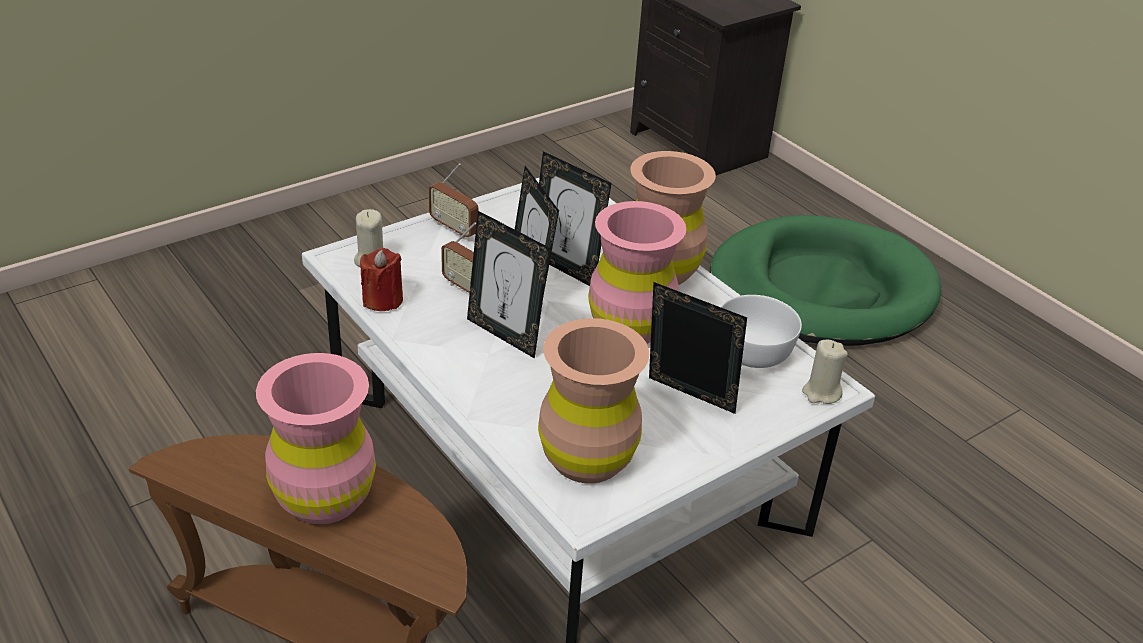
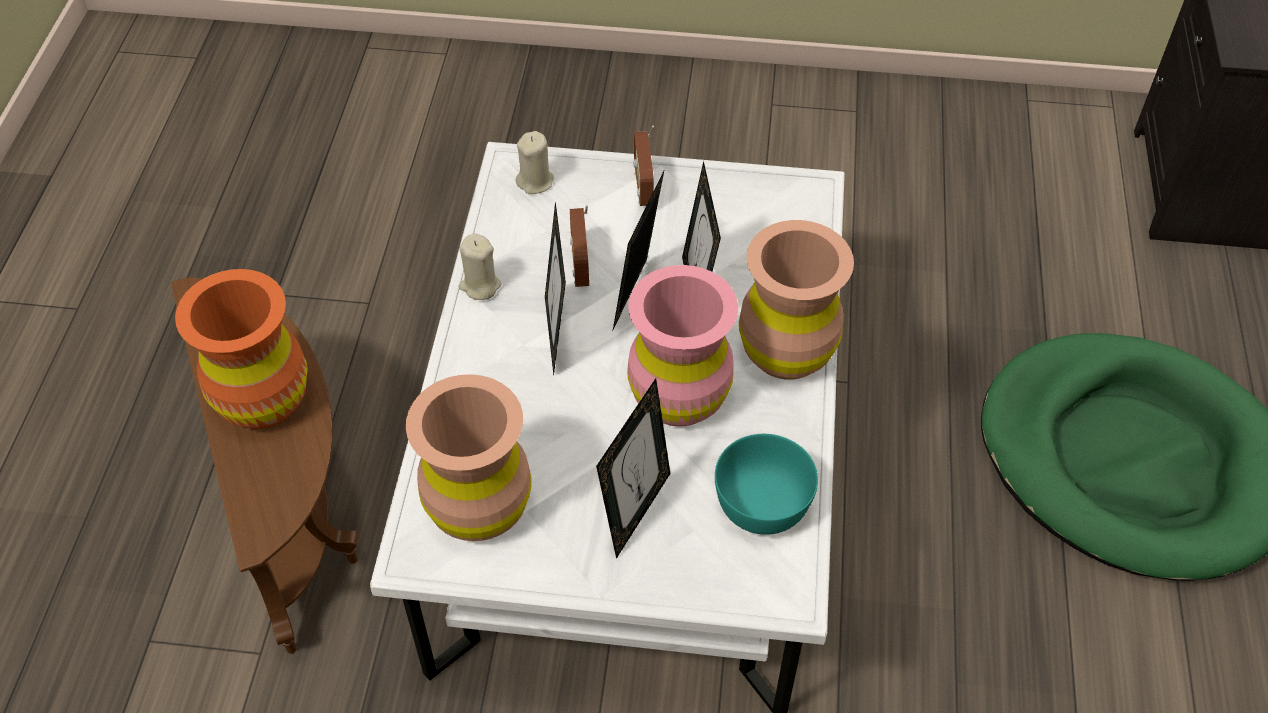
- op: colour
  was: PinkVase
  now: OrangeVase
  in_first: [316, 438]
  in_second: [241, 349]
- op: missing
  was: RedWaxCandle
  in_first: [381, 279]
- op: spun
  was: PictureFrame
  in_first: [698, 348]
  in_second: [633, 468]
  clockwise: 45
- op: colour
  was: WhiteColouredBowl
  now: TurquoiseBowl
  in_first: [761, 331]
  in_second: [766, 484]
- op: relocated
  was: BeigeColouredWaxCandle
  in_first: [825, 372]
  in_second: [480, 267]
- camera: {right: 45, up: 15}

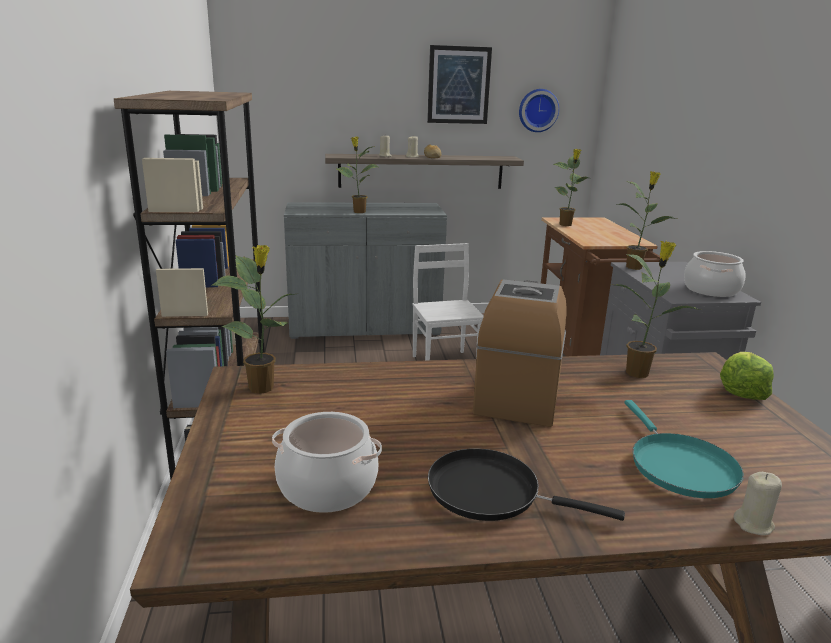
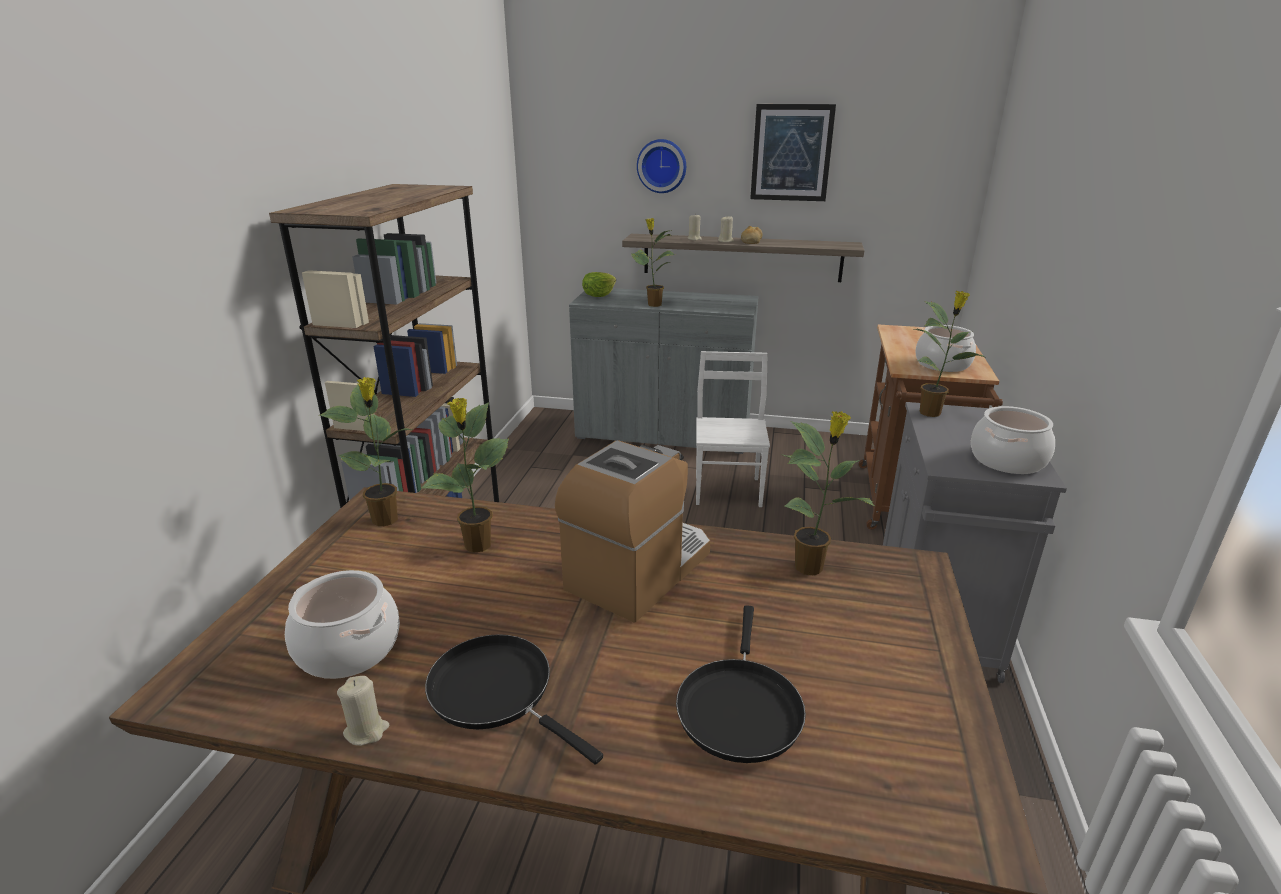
- op: relocated
  was: HangingClock
  in_first: [539, 110]
  in_second: [661, 166]
- op: relocated
  was: Houseplant
  in_first: [570, 187]
  in_second: [465, 475]
- op: colour
  was: TurquoiseFryingPan
  now: BlackFryingPan
  in_first: [684, 449]
  in_second: [741, 684]
- op: relocated
  was: Lettuce
  in_first: [747, 376]
  in_second: [599, 284]
- op: relocated
  was: BeigeColouredWaxCandle
  in_first: [758, 503]
  in_second: [363, 711]
- op: appeared
  now: Saucepot
  in_second: [945, 348]
- camera: {right: 20, up: 5}

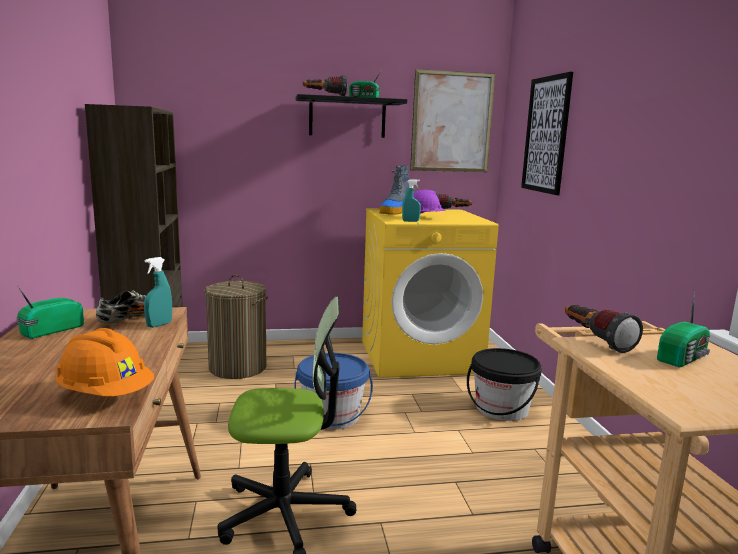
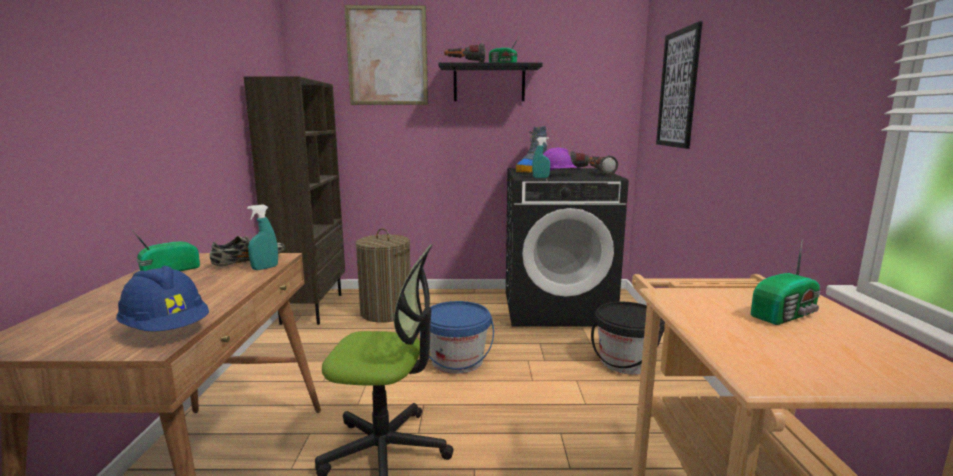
- op: colour
  was: OrangeHardHat
  now: BlueColouredHardHat
  in_first: [105, 362]
  in_second: [162, 299]
- op: colour
  was: YellowColouredWashingMachine
  now: BlackWashingMachine
  in_first: [430, 293]
  in_second: [567, 247]
- op: relocated
  was: WallArt
  in_first: [452, 120]
  in_second: [386, 55]
- op: relocated
  was: Flashlight
  in_first: [604, 329]
  in_second: [603, 165]
- camera: {right: 10, up: 0}

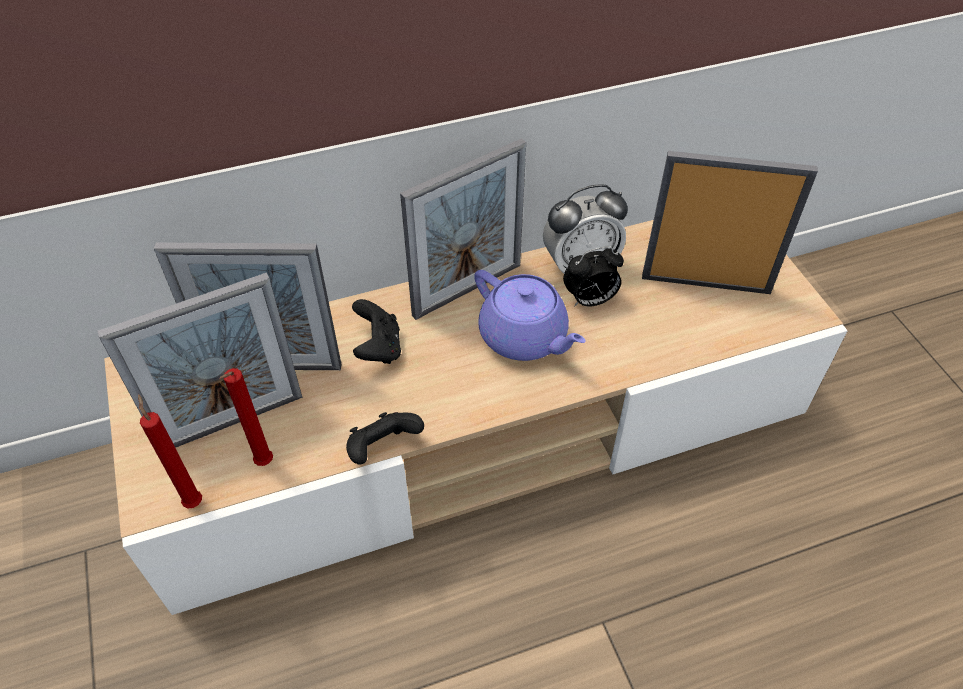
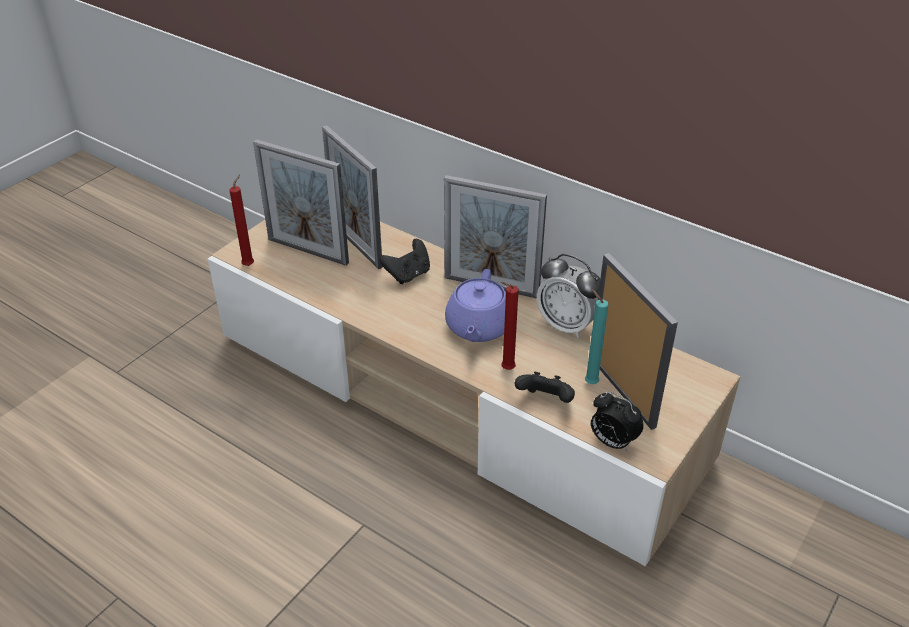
- op: relocated
  was: RedWaxCandle
  in_first: [246, 417]
  in_second: [510, 326]
- op: relocated
  was: BlackGameController
  in_first: [385, 438]
  in_second: [545, 387]
- op: relocated
  was: BedsideClock
  in_first: [593, 276]
  in_second: [617, 421]
- op: appeared
  now: TurquoiseWaxCandle
  in_second: [597, 336]
- camera: {right: 55, up: -10}

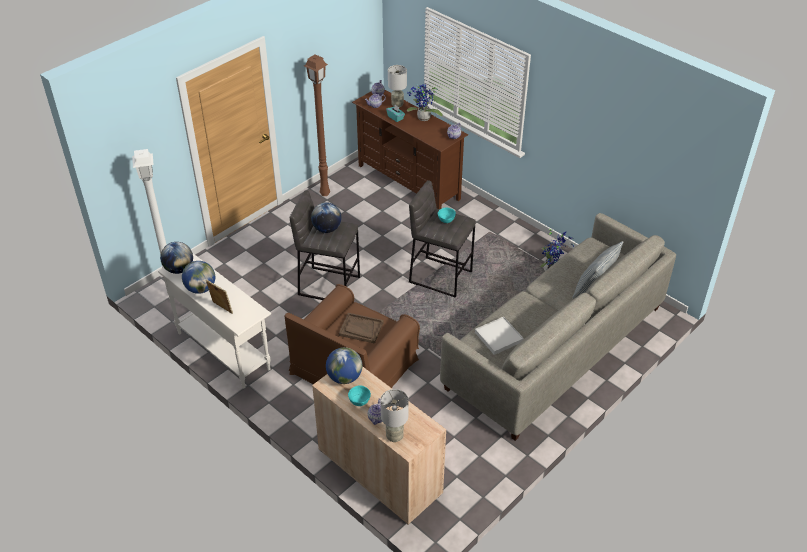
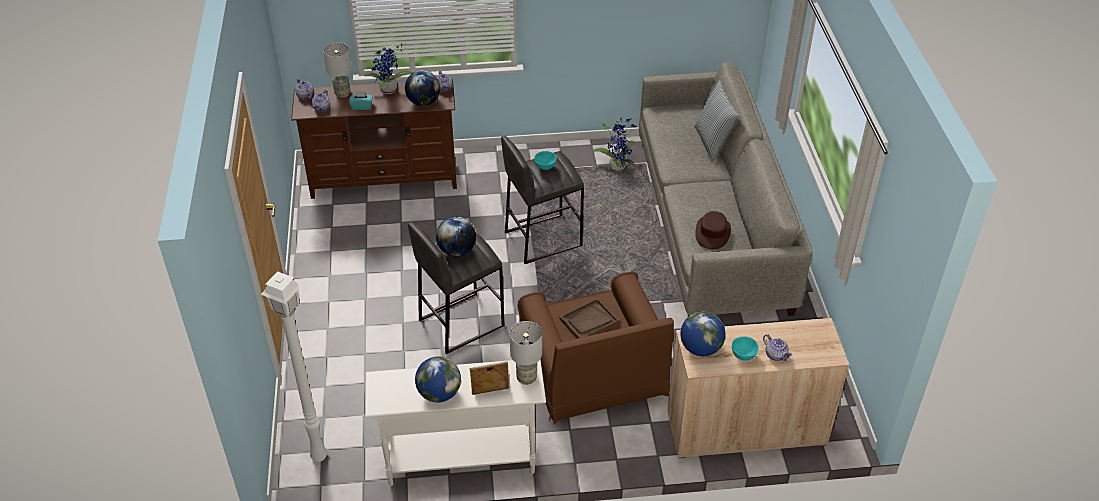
- op: relocated
  was: WorldGlobe
  in_first: [176, 258]
  in_second: [422, 88]
- op: missing
  was: BrownColouredStandardLamp
  in_first: [317, 125]
- op: relocated
  was: GrayTableLamp
  in_first: [394, 415]
  in_second: [525, 353]
- op: exchanged
  was: WhiteColouredTray
  now: BrownColouredWearableHat
  in_first: [499, 336]
  in_second: [713, 230]
- camera: {right: -50, up: 0}

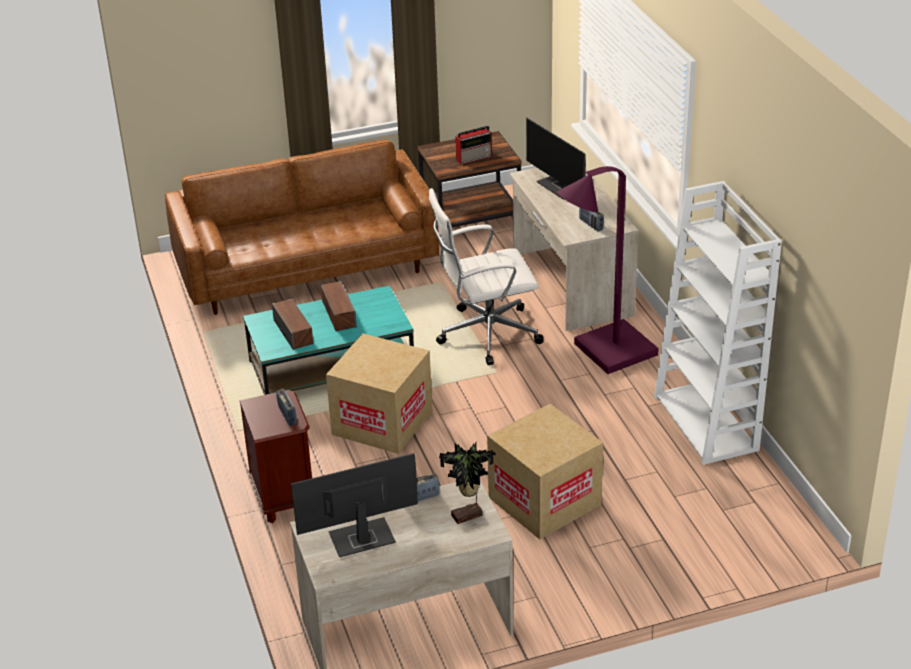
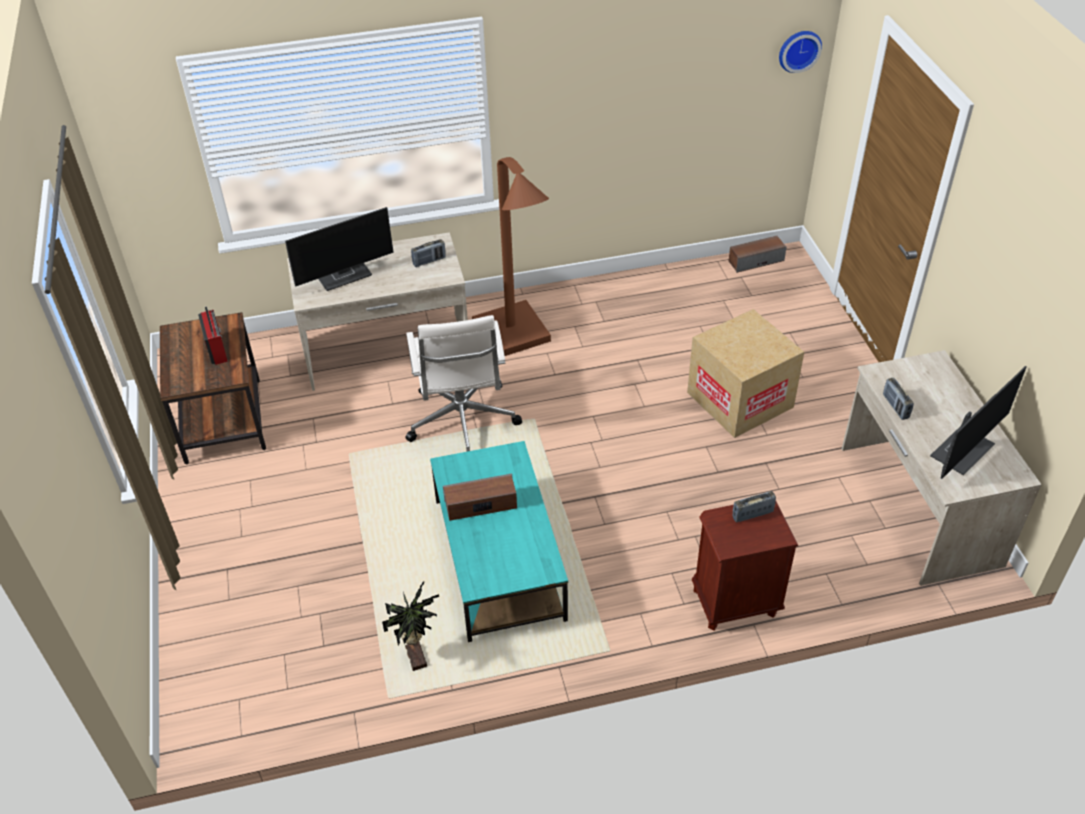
- op: missing
  was: BrownColouredSofa
  in_first: [302, 227]
- op: relocated
  was: AudioSpeaker
  in_first: [292, 324]
  in_second: [757, 254]
- op: spun
  was: ComputerScreen
  in_first: [354, 505]
  in_second: [978, 422]
  clockwise: -120
- op: missing
  was: PackingBox
  in_first: [379, 393]
- op: relocated
  was: Houseplant
  in_first: [467, 483]
  in_second: [410, 626]
- op: colour
  was: PurpleStandardLamp
  now: BrownColouredStandardLamp
  in_first: [608, 270]
  in_second: [511, 256]
- op: missing
  was: WhiteColouredBookshelf
  in_first: [718, 323]
- op: appeared
  now: HangingClock
  in_second: [800, 52]
- camera: {right: -85, up: 10}

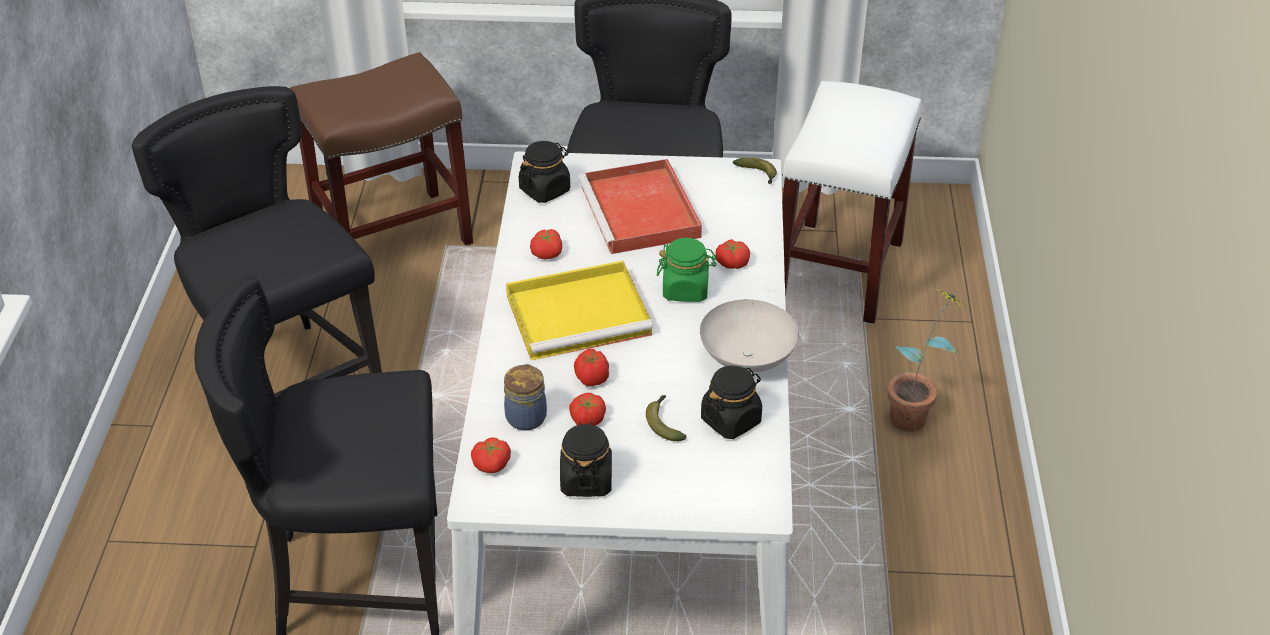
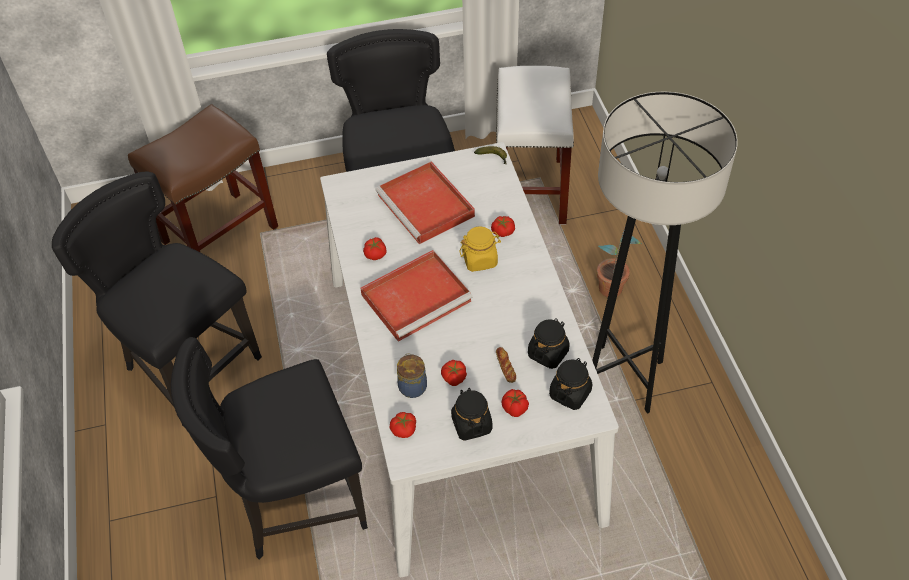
- op: colour
  was: YellowColouredTray
  now: RedTray
  in_first: [579, 310]
  in_second: [416, 296]
- op: relocated
  was: BlackStorageJar
  in_first: [544, 172]
  in_second: [570, 384]
- op: relocated
  was: FreshTomato
  in_first: [591, 368]
  in_second: [515, 403]
- op: exchanged
  was: Banana
  now: BakedBread
  in_first: [666, 418]
  in_second: [506, 365]
- op: colour
  was: GreenStorageJar
  now: YellowColouredStorageJar
  in_first: [687, 270]
  in_second: [480, 249]
- op: missing
  was: WhiteColouredBowl
  in_first: [749, 336]
- op: appeared
  now: GrayStandardLamp
  in_second: [665, 253]
- camera: {right: -15, up: 10}

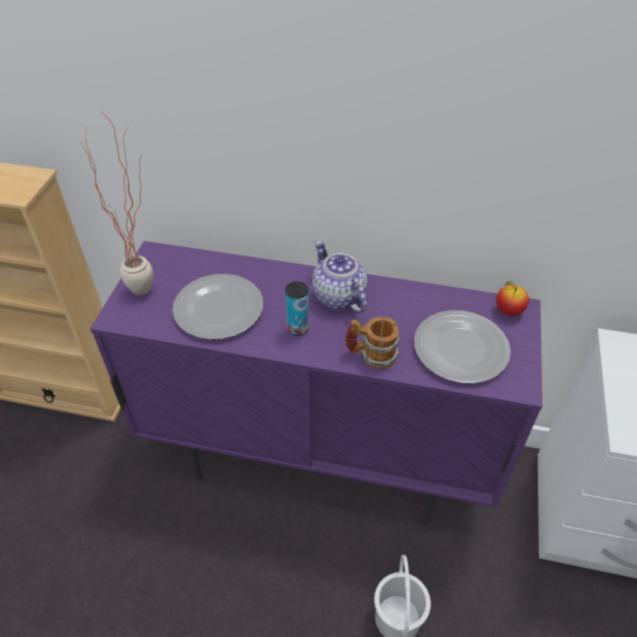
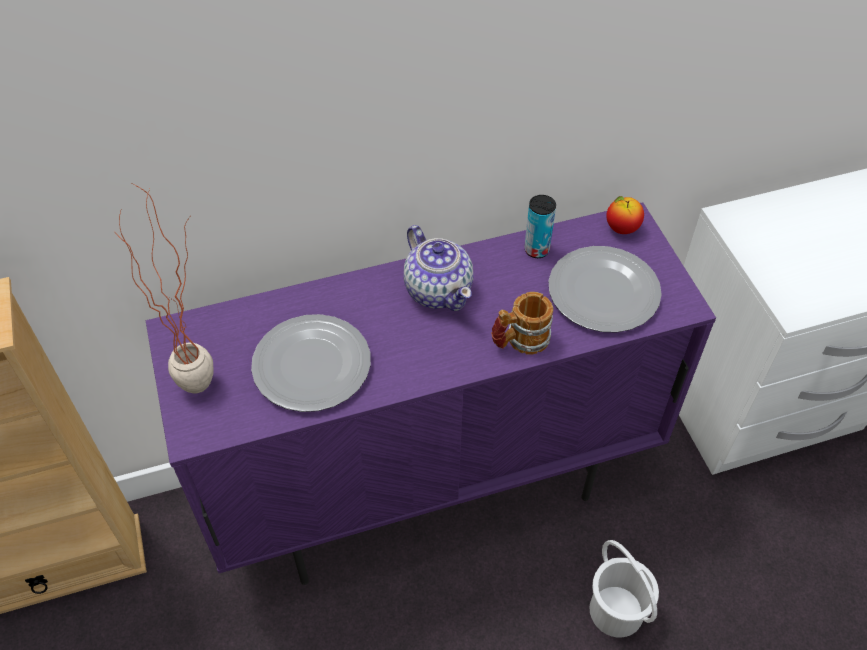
- op: relocated
  was: Can
  in_first: [297, 308]
  in_second: [540, 226]
- op: spun
  was: TeaPot
  in_first: [340, 277]
  in_second: [439, 268]
  clockwise: -150
- camera: {right: -30, up: 5}

